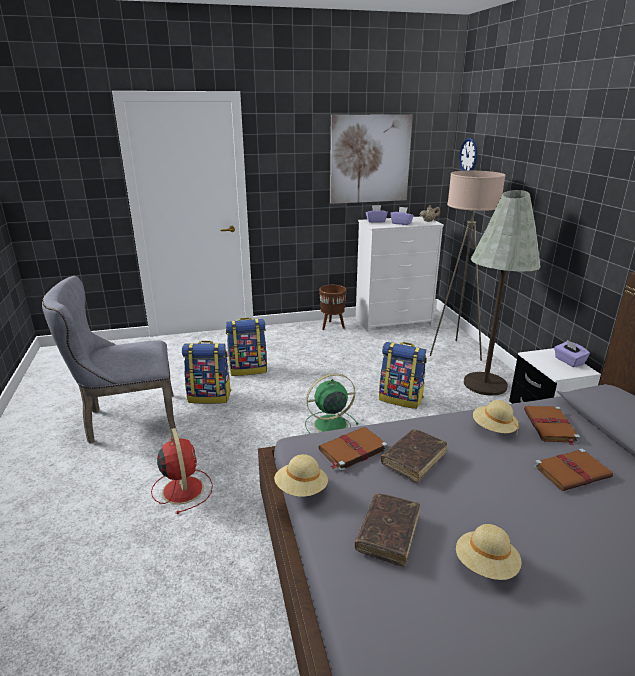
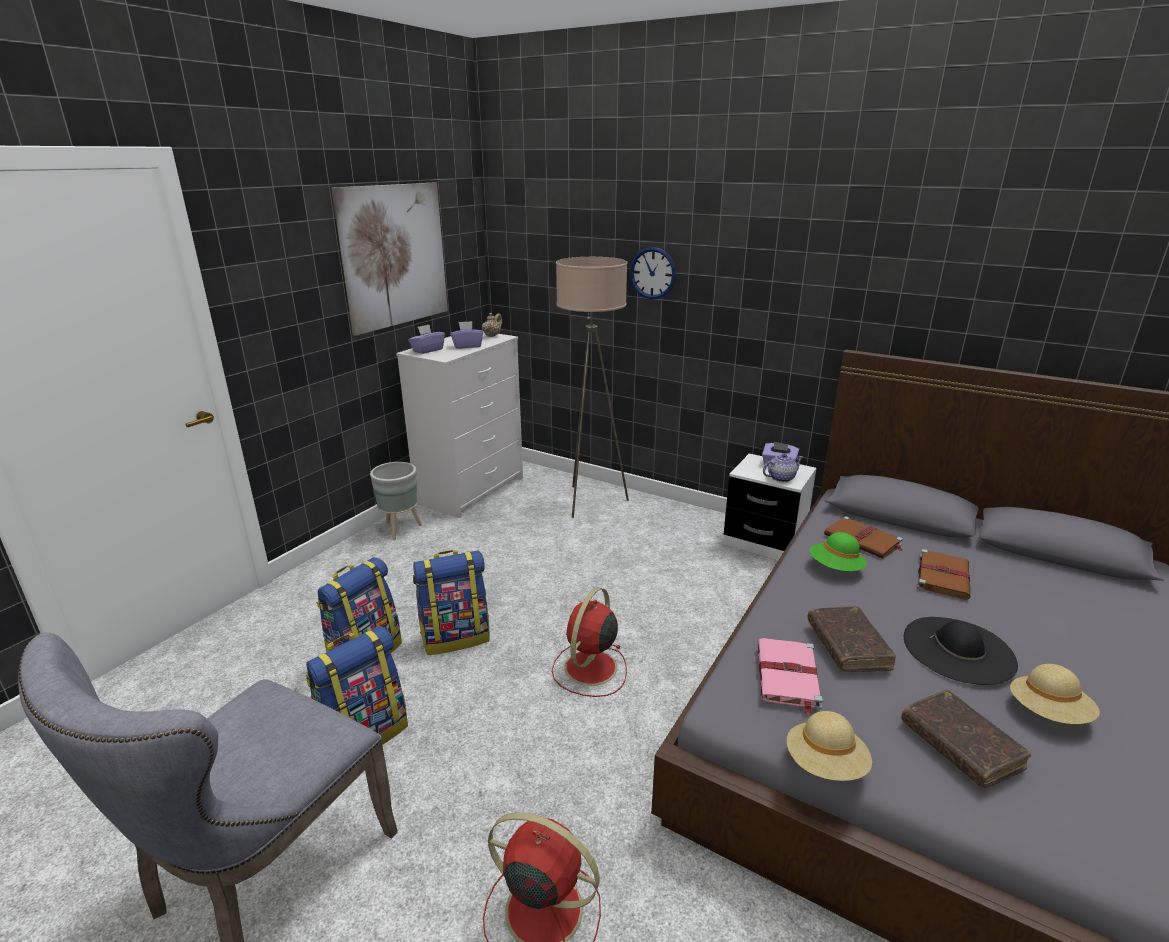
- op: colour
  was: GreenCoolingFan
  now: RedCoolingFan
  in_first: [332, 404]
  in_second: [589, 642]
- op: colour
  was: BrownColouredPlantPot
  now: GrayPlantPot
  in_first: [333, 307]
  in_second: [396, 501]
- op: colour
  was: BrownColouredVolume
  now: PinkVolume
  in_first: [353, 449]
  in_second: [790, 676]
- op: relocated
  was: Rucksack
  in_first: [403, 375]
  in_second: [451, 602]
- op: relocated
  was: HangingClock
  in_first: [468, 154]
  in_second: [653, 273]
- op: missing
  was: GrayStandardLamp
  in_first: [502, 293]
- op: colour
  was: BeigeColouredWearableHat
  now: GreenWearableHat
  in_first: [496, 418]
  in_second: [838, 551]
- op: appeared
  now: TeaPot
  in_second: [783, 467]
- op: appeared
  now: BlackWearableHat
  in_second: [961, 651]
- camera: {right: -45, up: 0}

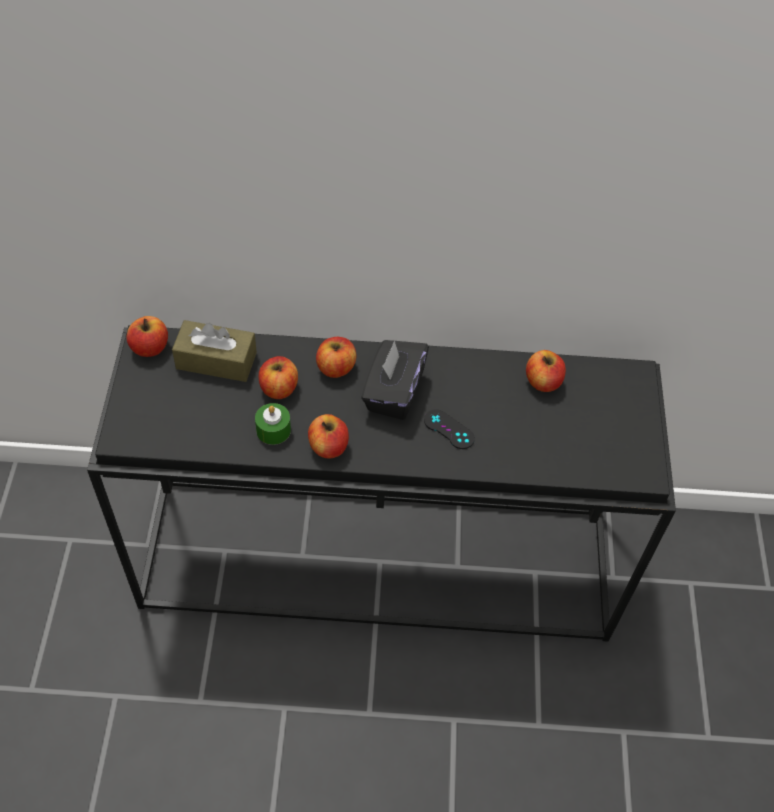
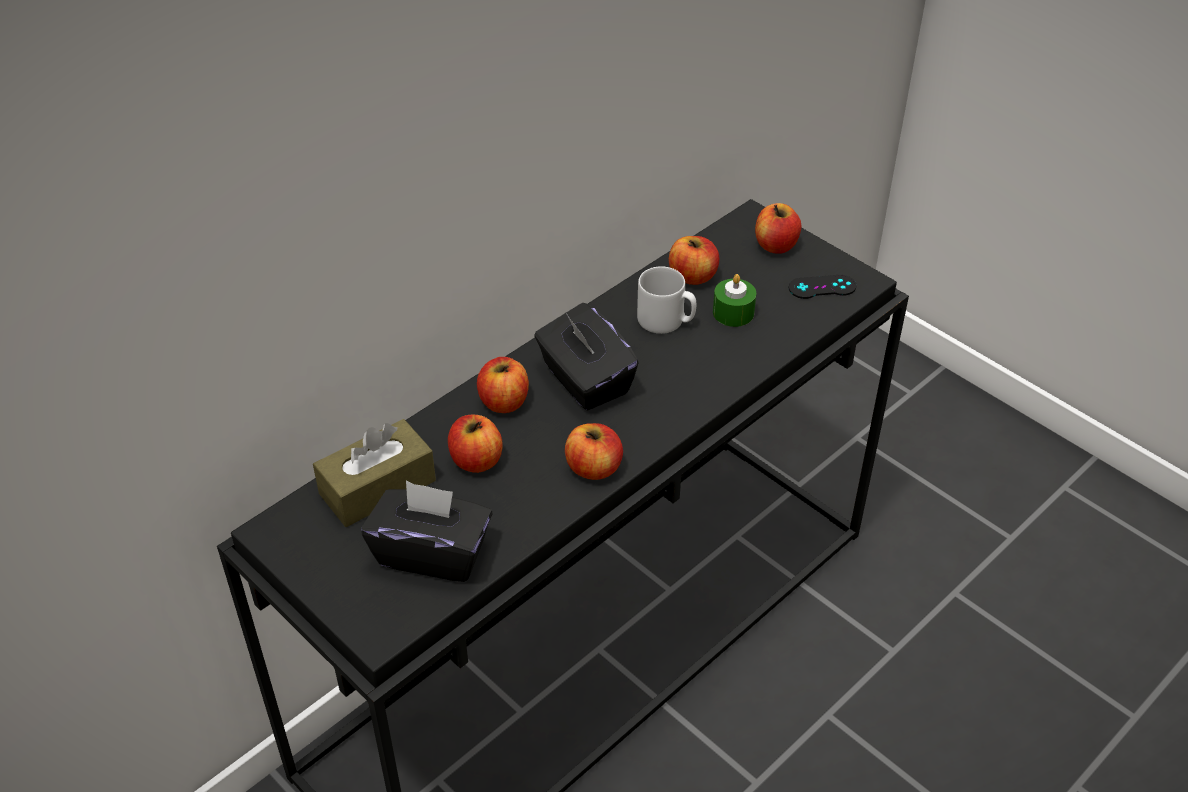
- op: relocated
  was: WholeApple
  in_first: [147, 336]
  in_second: [778, 228]
- op: relocated
  was: GreenWaxCandle
  in_first: [273, 424]
  in_second: [734, 300]
- op: relocated
  was: BlackGameController
  in_first: [449, 429]
  in_second: [822, 287]
- op: appeared
  now: BlackBoxOfTissues
  in_second: [427, 531]
- op: appeared
  now: GrayCoffeeMug
  in_second: [666, 300]
- camera: {right: -45, up: -10}

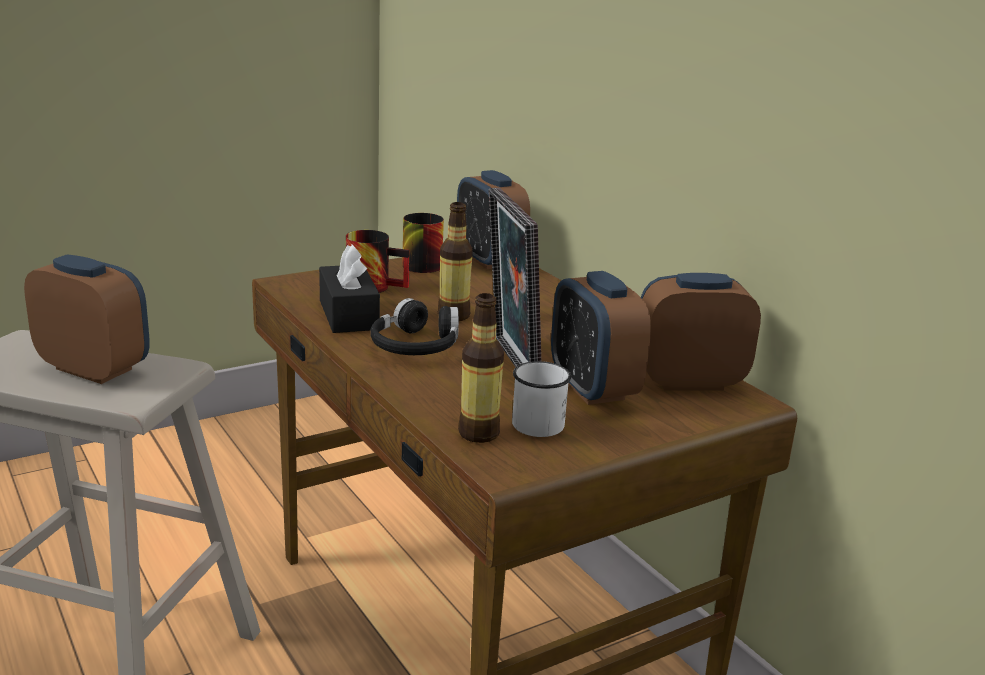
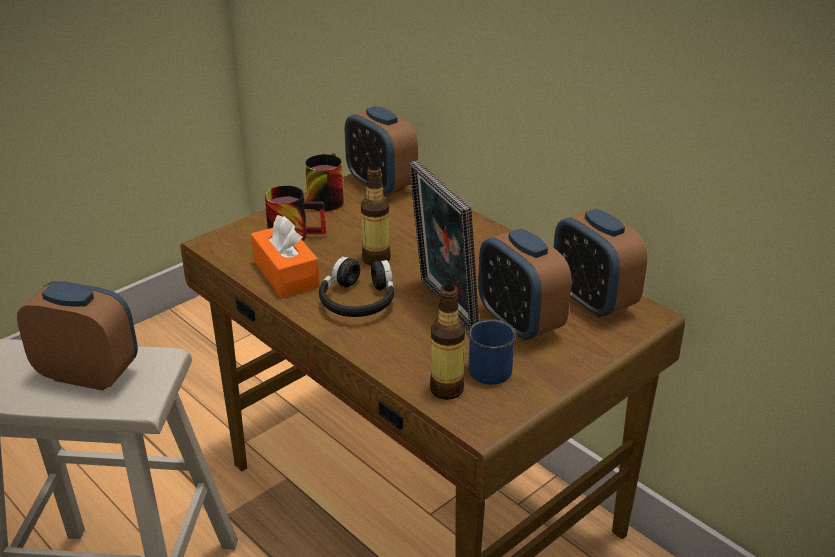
- op: colour
  was: BlackBoxOfTissues
  now: OrangeBoxOfTissues
  in_first: [349, 289]
  in_second: [285, 256]
- op: colour
  was: WhiteColouredCoffeeMug
  now: BlueColouredCoffeeMug
  in_first: [541, 399]
  in_second: [492, 351]
- op: spun
  was: BedsideClock
  in_first: [701, 332]
  in_second: [600, 263]
  clockwise: -105
- camera: {right: -10, up: 10}

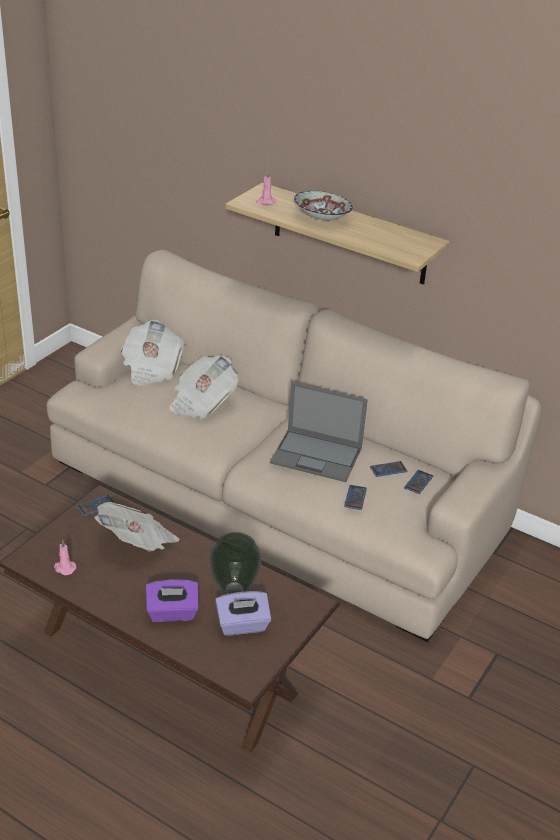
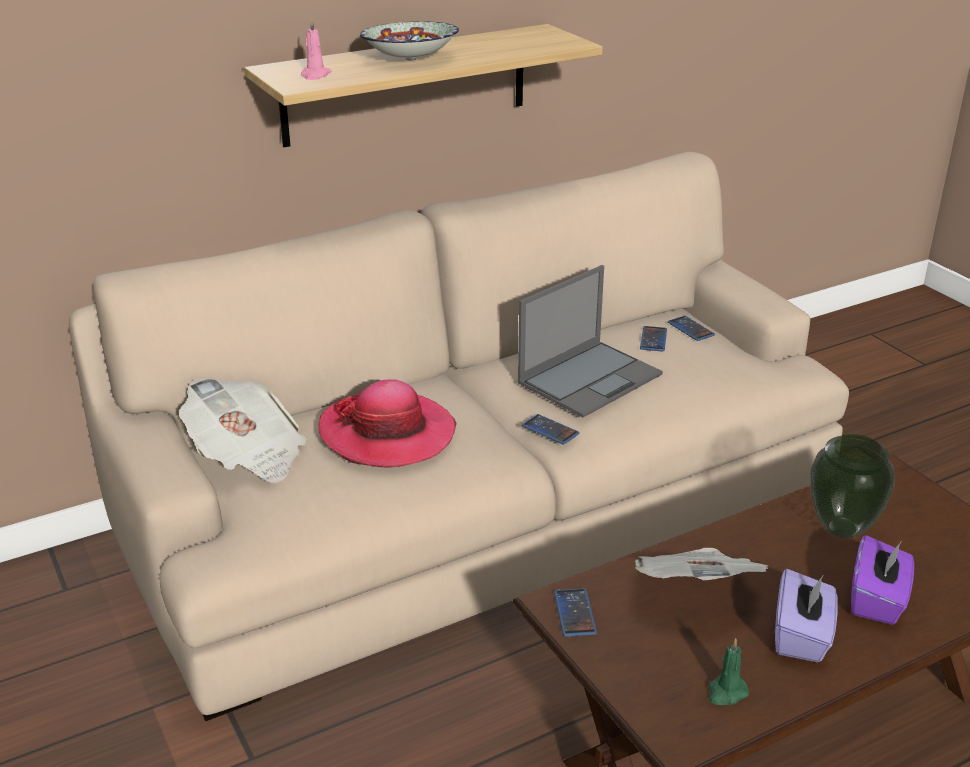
- op: colour
  was: PinkWaxCandle
  now: GreenWaxCandle
  in_first: [65, 557]
  in_second: [728, 671]
- op: exchanged
  was: PrintedPaper
  now: WearableHat
  in_first: [203, 387]
  in_second: [387, 424]
- op: relocated
  was: PurpleBoxOfTissues
  in_first: [243, 613]
  in_second: [806, 615]
- op: relocated
  was: Phone
  in_first: [355, 497]
  in_second: [550, 429]
- camera: {right: -60, up: -5}

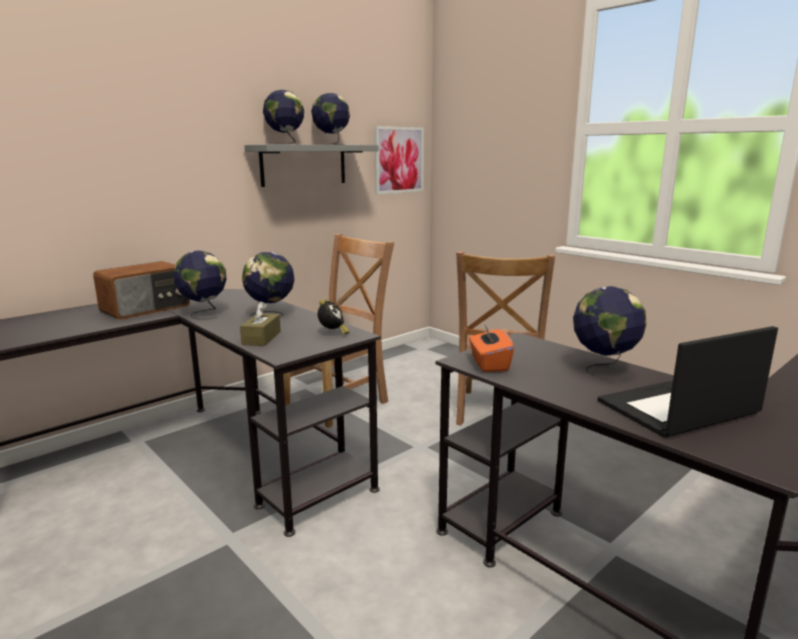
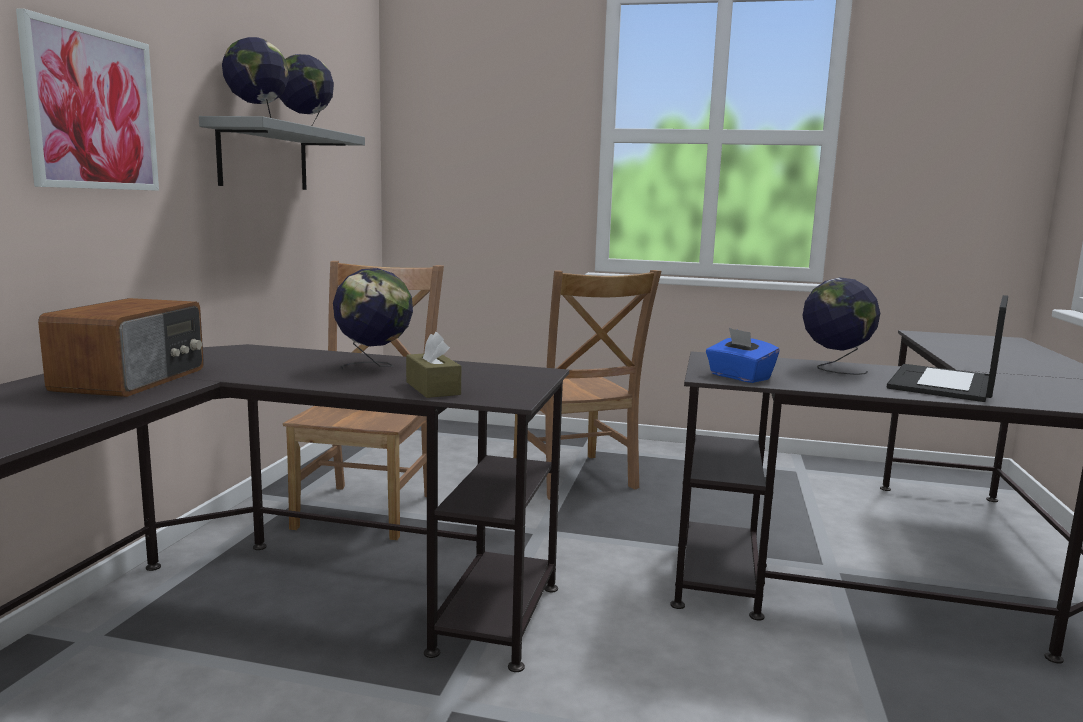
- op: missing
  was: WorldGlobe
  in_first: [200, 285]
- op: missing
  was: BedsideClock
  in_first: [334, 317]
- op: relocated
  was: WallArt
  in_first: [399, 160]
  in_second: [87, 99]
- op: colour
  was: OrangeBoxOfTissues
  now: BlueColouredBoxOfTissues
  in_first: [491, 347]
  in_second: [743, 355]
- camera: {right: -35, up: -5}

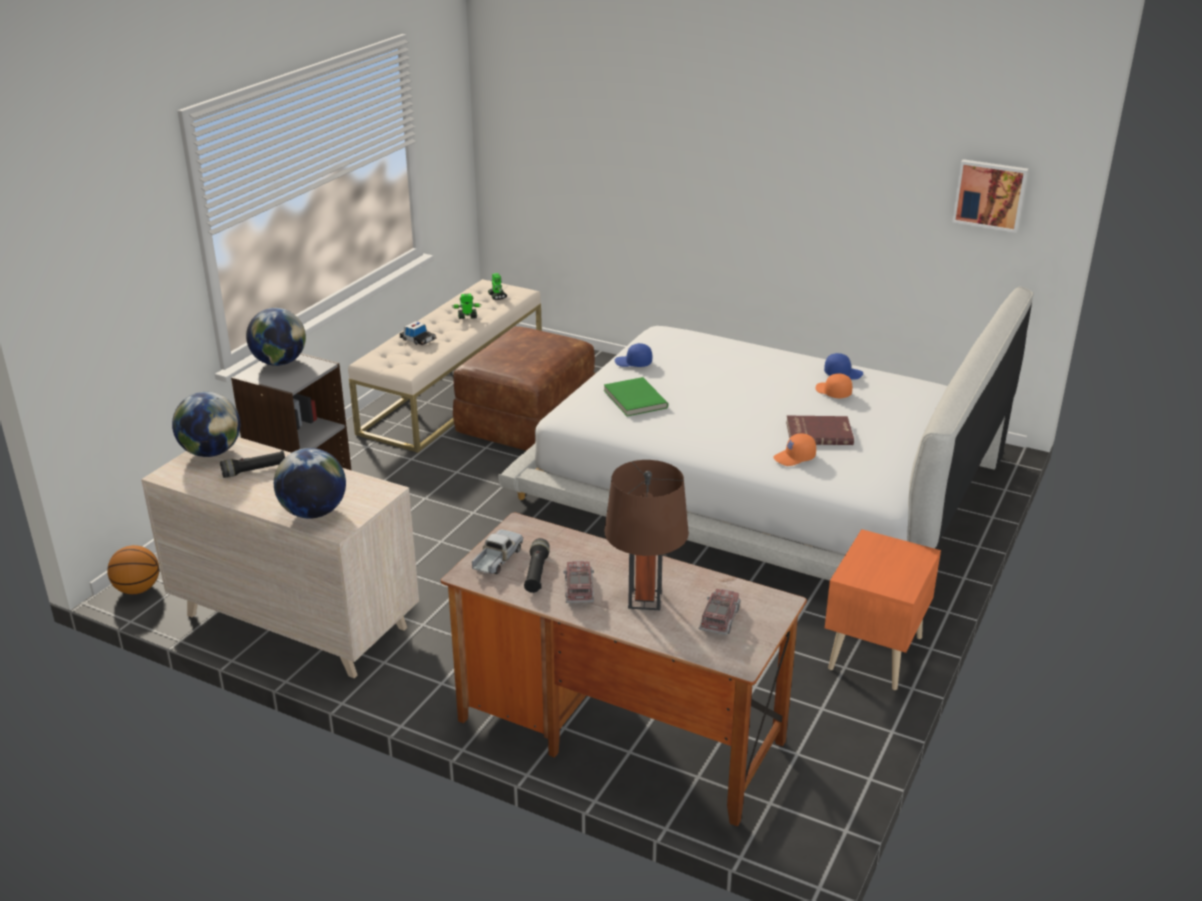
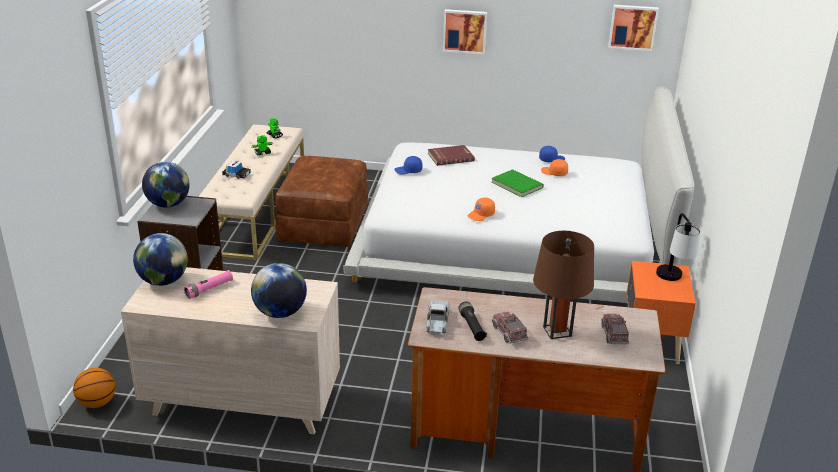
- op: colour
  was: BlackFlashlight
  now: PinkFlashlight
  in_first: [252, 464]
  in_second: [208, 284]
- op: relocated
  was: GreenVolume
  in_first: [636, 396]
  in_second: [517, 183]
- op: relocated
  was: OrangeBaseballCap
  in_first: [794, 449]
  in_second: [481, 209]
- op: relocated
  was: RedVolume
  in_first: [820, 430]
  in_second: [451, 155]
- op: appeared
  now: WallArt
  in_second: [465, 31]
- op: appeared
  now: TableLamp
  in_second: [678, 247]
- camera: {right: -20, up: 0}

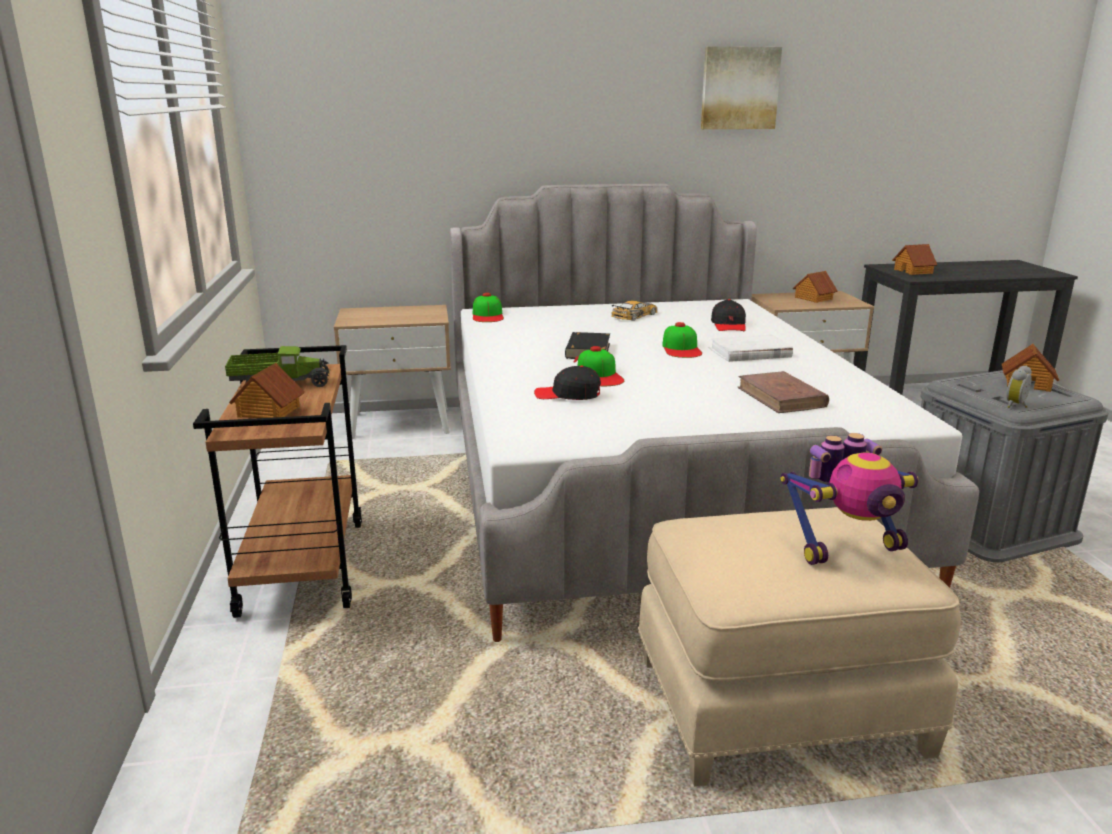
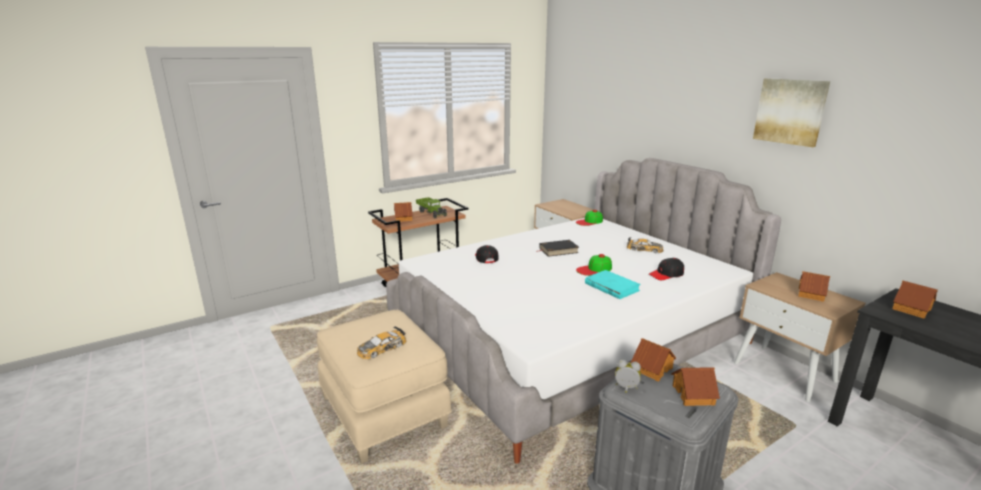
- op: missing
  was: BaseballCap
  in_first: [601, 366]
- op: colour
  was: WhiteColouredVolume
  now: TurquoiseVolume
  in_first: [751, 348]
  in_second: [613, 284]
- op: missing
  was: BrownColouredVolume
  in_first: [783, 392]
- op: exchanged
  was: ToyRobot
  now: MiniatureCar
  in_first: [850, 499]
  in_second: [381, 342]
- op: appeared
  now: ModelHouse
  in_second: [653, 359]
- camera: {right: 65, up: 0}

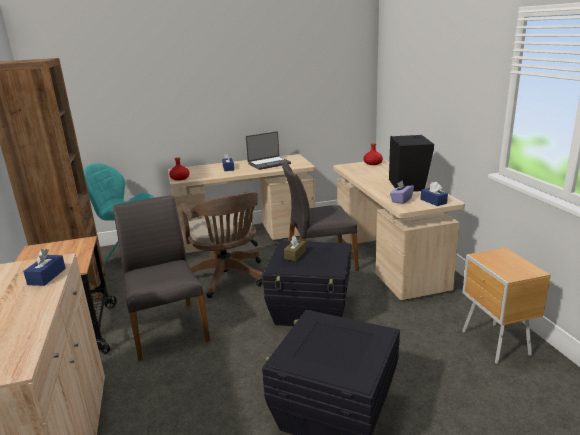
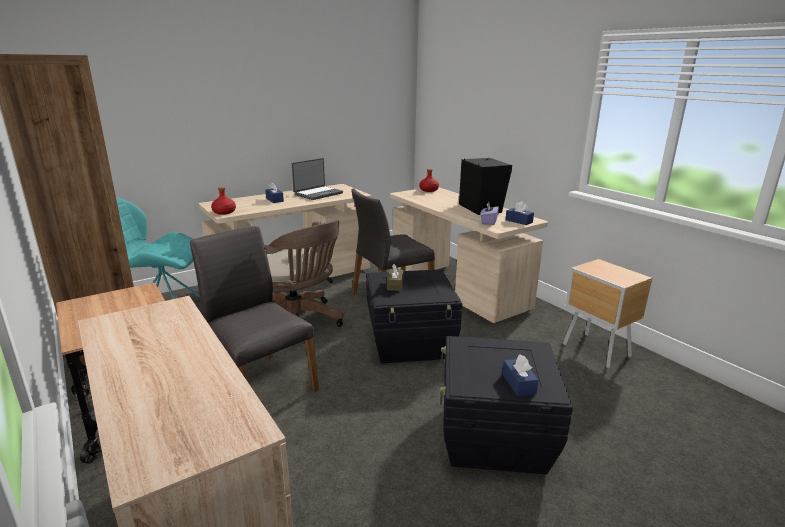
- op: relocated
  was: BlueColouredBoxOfTissues
  in_first: [44, 267]
  in_second: [520, 375]
- camera: {right: -20, up: 0}

